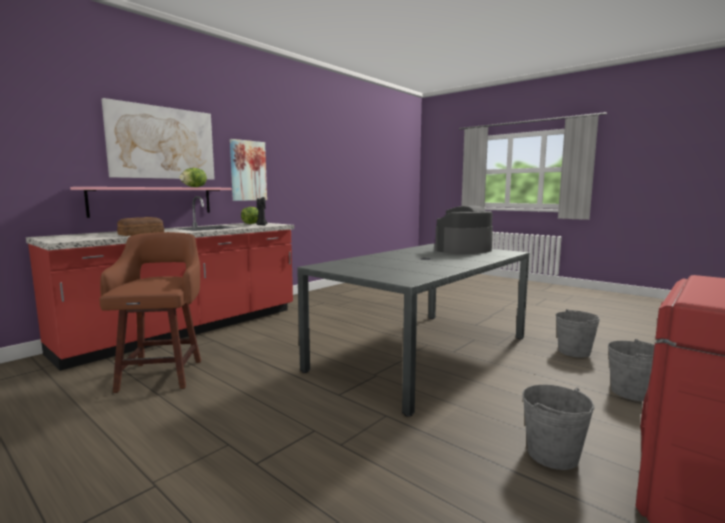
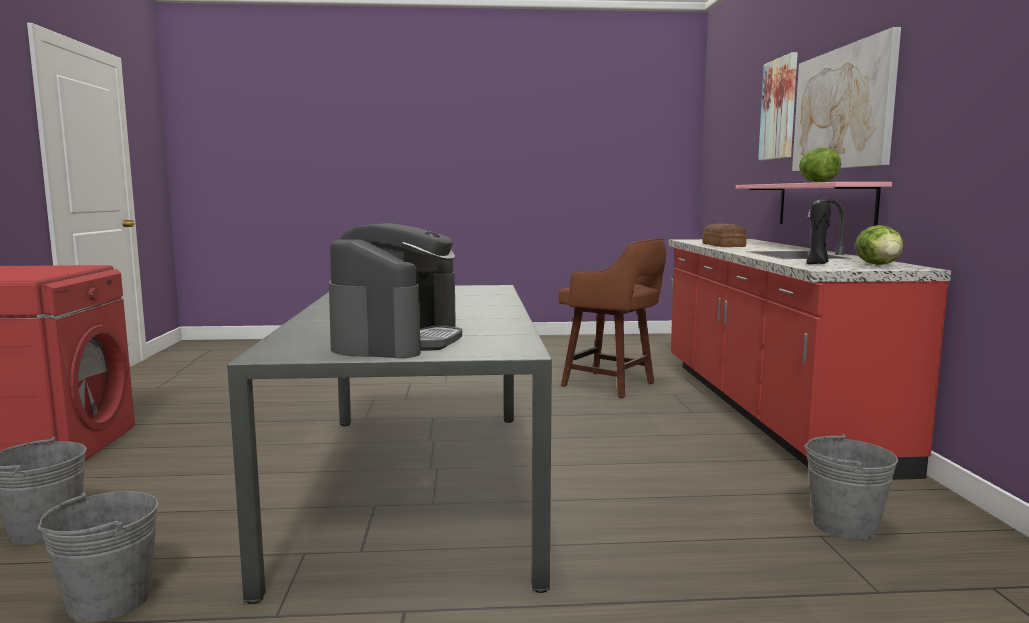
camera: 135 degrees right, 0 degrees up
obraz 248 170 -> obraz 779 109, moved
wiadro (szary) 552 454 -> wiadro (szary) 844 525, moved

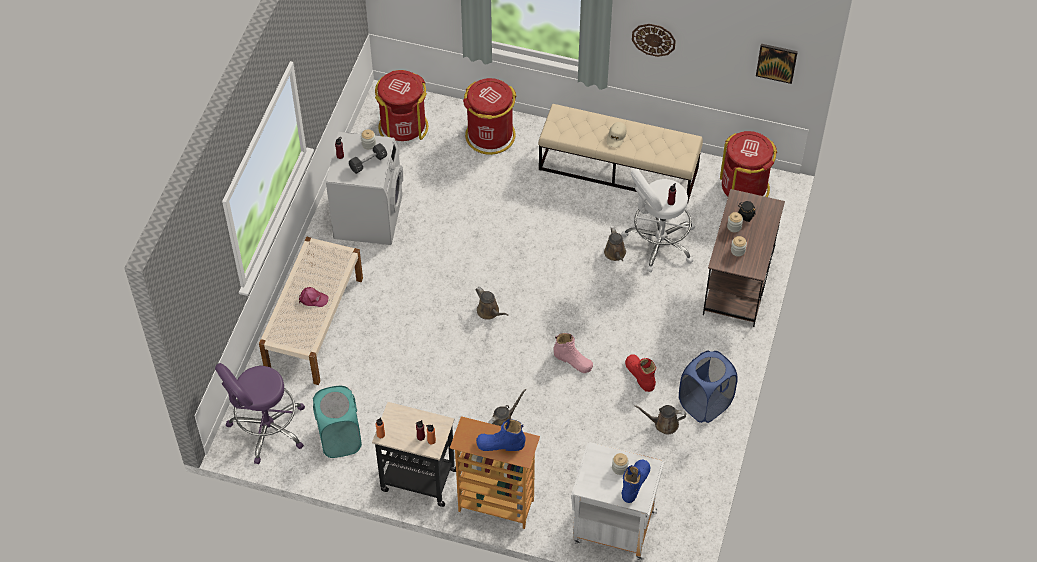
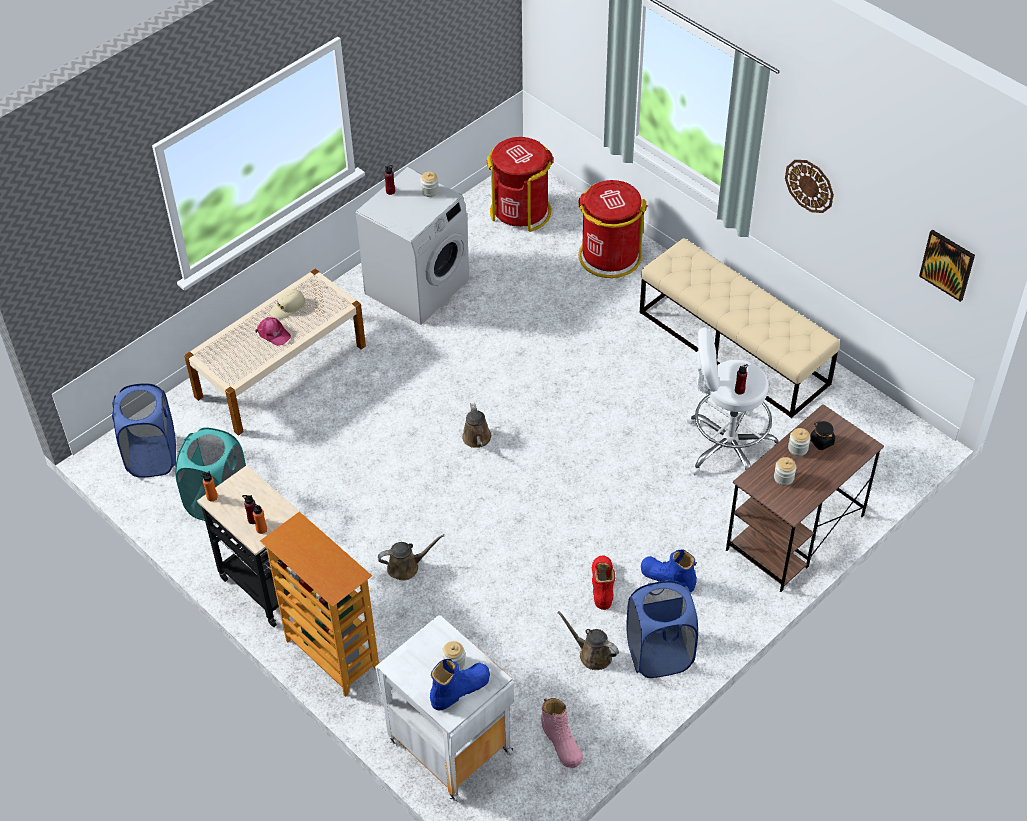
camera: 30 degrees right, 5 degrees down
stołek (fioletowy) 267 429 -> kosz na pranie (niebieski) 152 457
hantel (czarny) 368 162 -> none
but z cholewką (niebieski) 500 444 -> but z cholewką (niebieski) 667 578, moved
but z cholewką (różowy) 573 360 -> but z cholewką (różowy) 561 742, moved
konewka (brązowy) 615 254 -> none
czapka z daszkiem (beżowy) 616 137 -> czapka z daszkiem (beżowy) 287 307, moved
kosz na śmieci (czerwony) 744 188 -> none

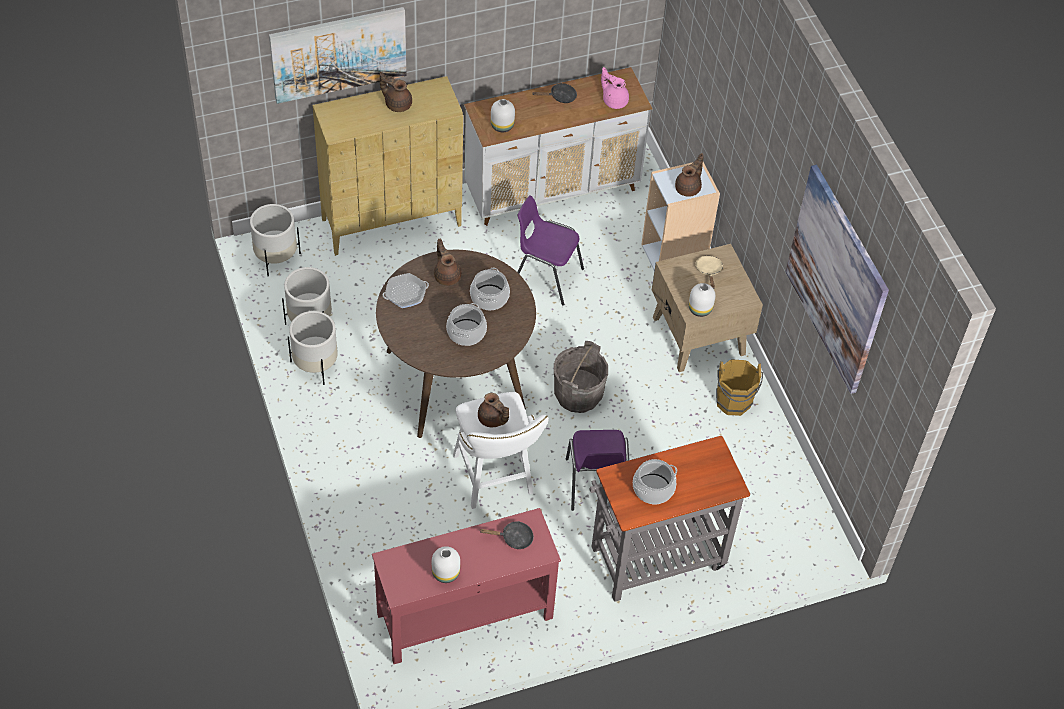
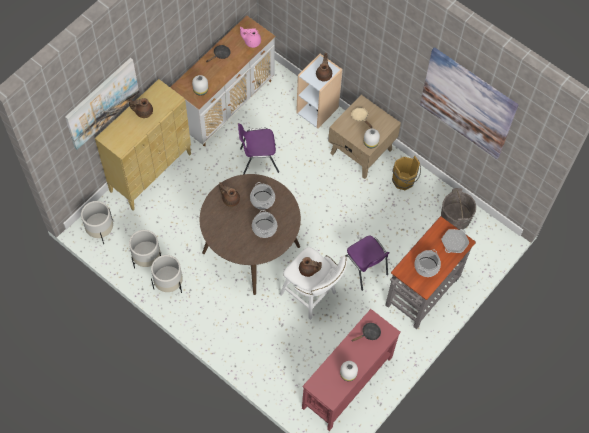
camera: 30 degrees left, 10 degrees up
patelnia 405 293 -> patelnia 454 242, moved
wiadro (szary) 578 394 -> wiadro (szary) 455 218, moved

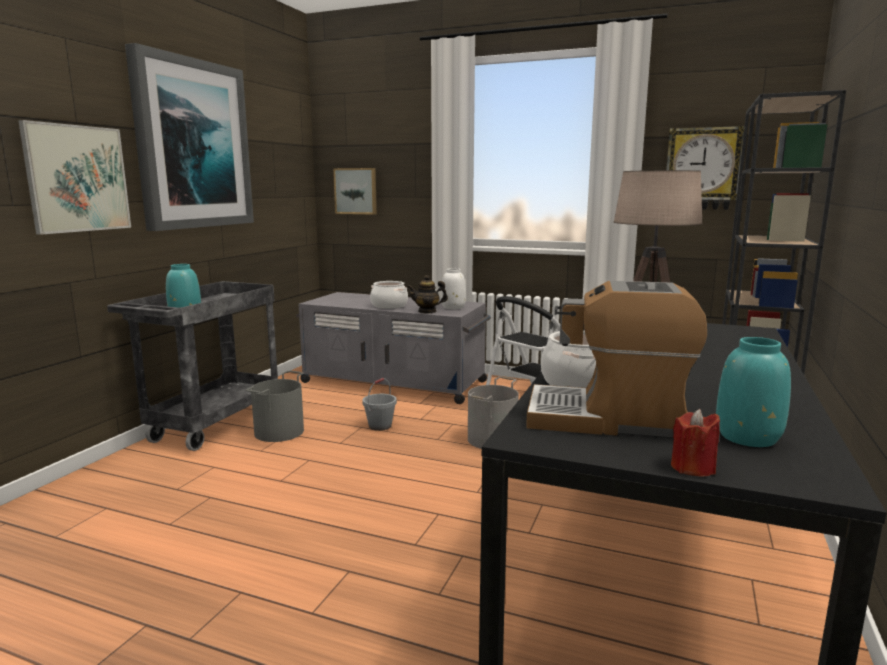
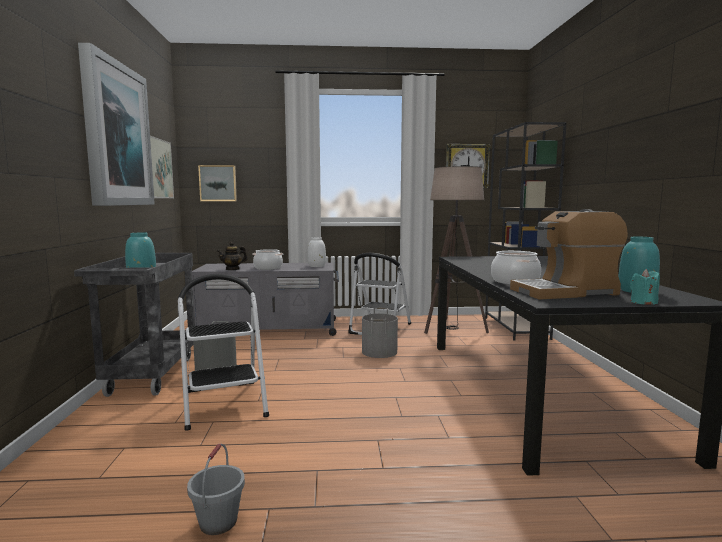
camera: 25 degrees left, 5 degrees down
obraz 78 178 -> obraz 159 169, moved
wiadro (szary) 380 426 -> wiadro (szary) 218 522, moved
imbryk 427 311 -> imbryk 232 269, moved
świeca (czerwony) 692 468 -> świeca (turkusowy) 643 302
none -> drabinka 224 402

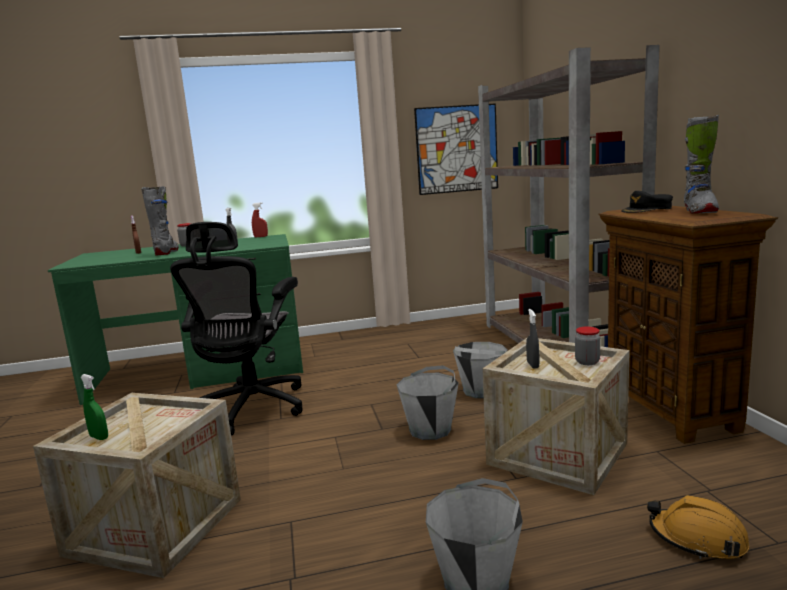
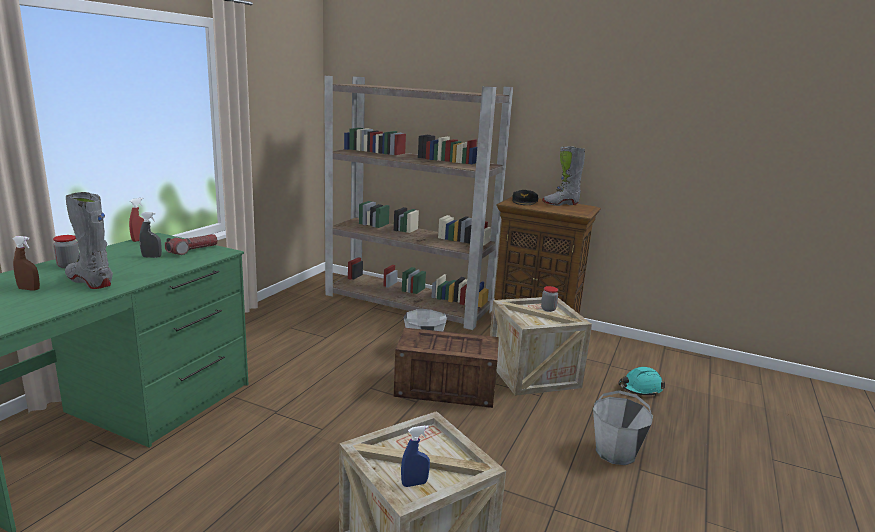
camera: 55 degrees left, 5 degrees up
spryskiwacz (zielony) 99 437 -> spryskiwacz (niebieski) 414 483
krzesło biurowe 252 408 -> none
wiadro (szary) 430 430 -> skrzynka 447 388
obraz 457 149 -> none
spryskiwacz (szary) 532 365 -> none
kask (pomarańczowy) 697 539 -> kask (turkusowy) 640 388
but z cholewką (szary) 699 212 -> but z cholewką (szary) 560 204, 105 degrees clockwise
none -> latarka 192 250

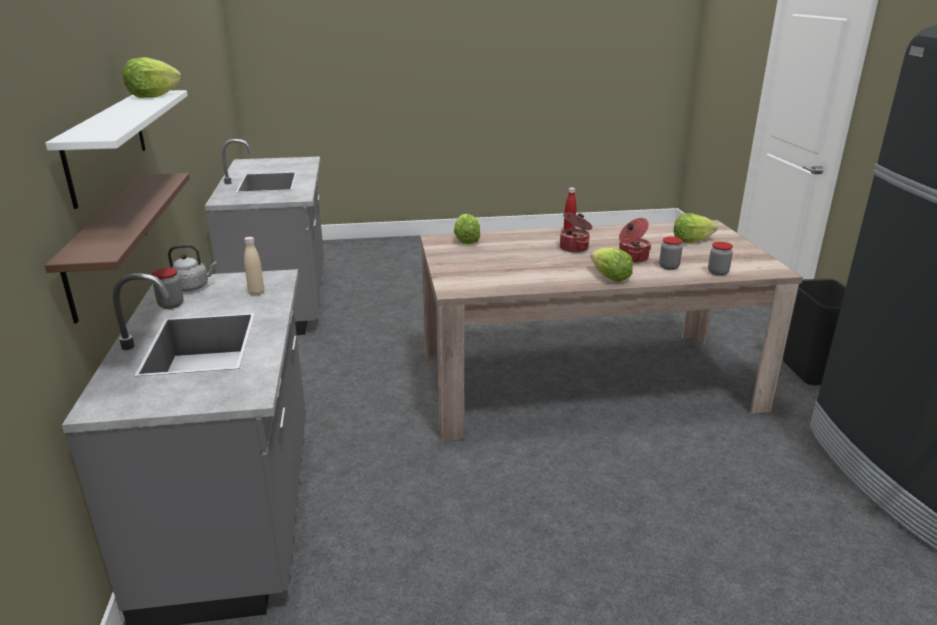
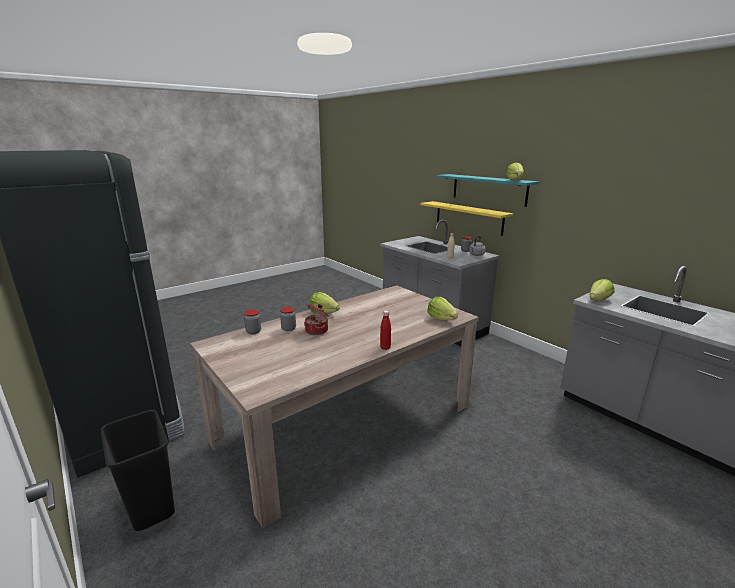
camera: 150 degrees right, 5 degrees down
półka (biały) 107 144 -> półka (turkusowy) 488 189
półka (brązowy) 107 242 -> półka (żółty) 468 217
garnek 574 248 -> none
sałata 691 240 -> sałata 598 300, moved

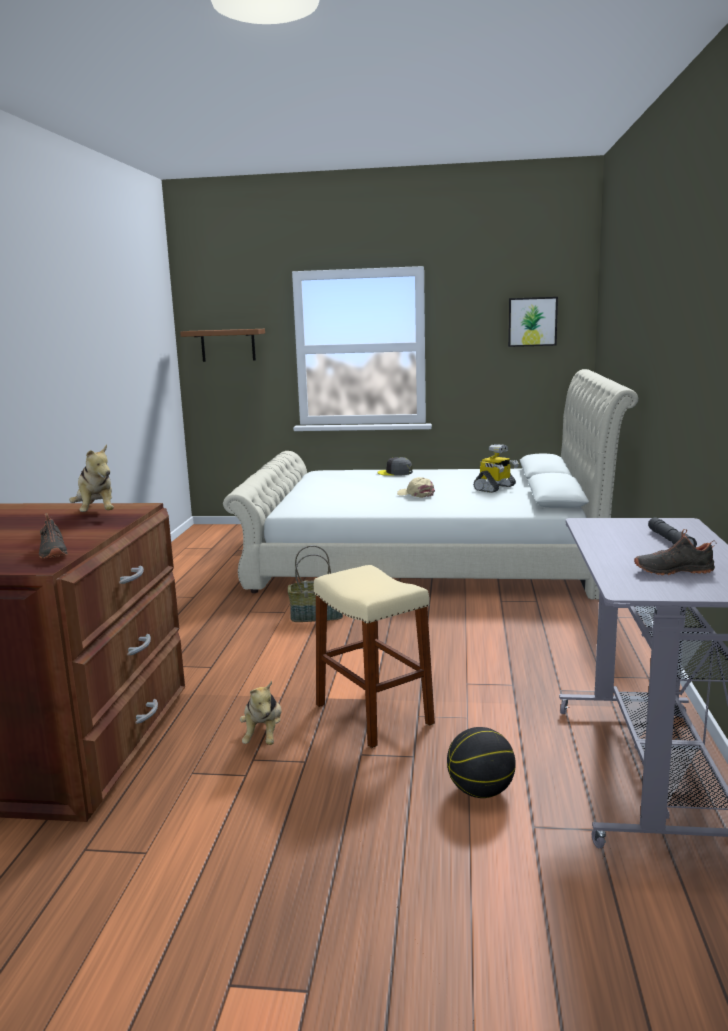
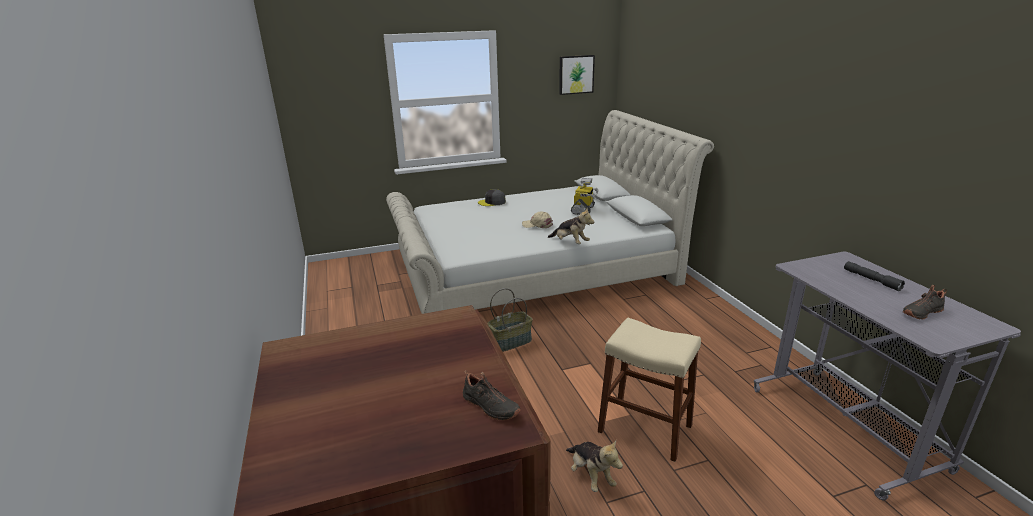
camera: 25 degrees left, 10 degrees up
pluszak 96 513 -> pluszak 570 243, moved
półka (brązowy) 228 345 -> none
piłka do koszykówki 481 792 -> none

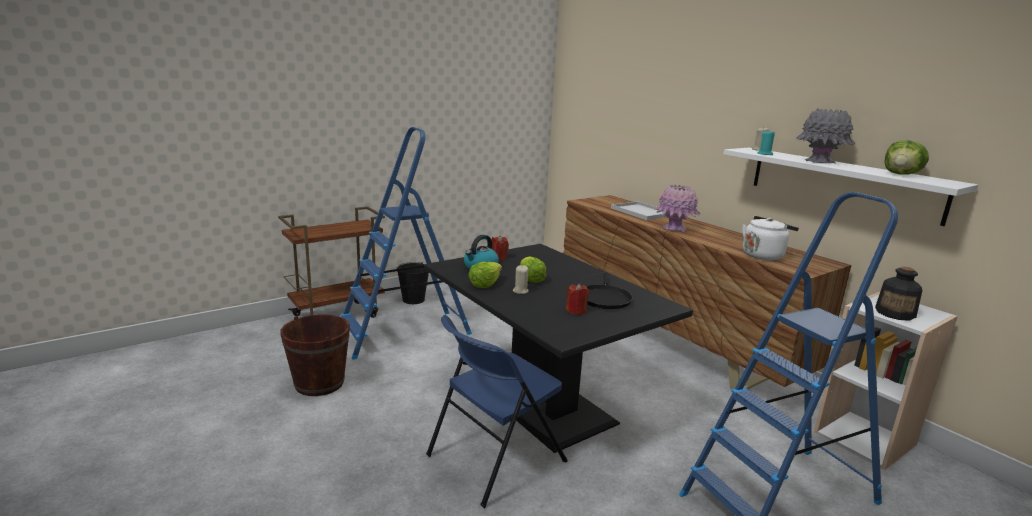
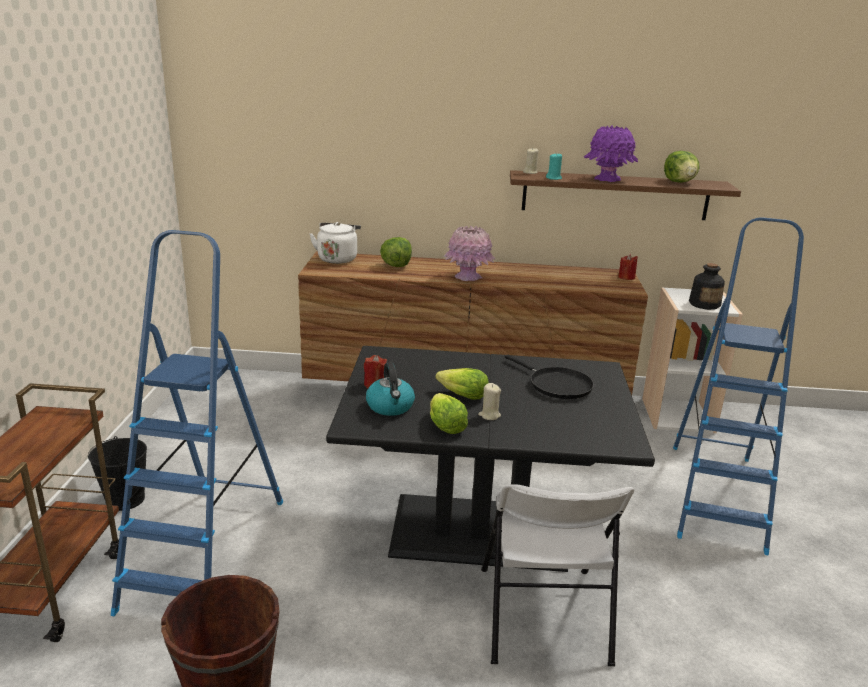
camera: 50 degrees left, 5 degrees up
krzesło (niebieski) 496 458 -> krzesło (biały) 542 614
świeca (czerwony) 576 310 -> świeca (czerwony) 626 277, moved
taca (biały) 640 211 -> sałata 396 265
półka (biały) 842 183 -> półka (brązowy) 615 195
czajnik (biały) 764 255 -> czajnik (biały) 337 259, moved
wazon (szary) 820 162 -> wazon (fioletowy) 608 179

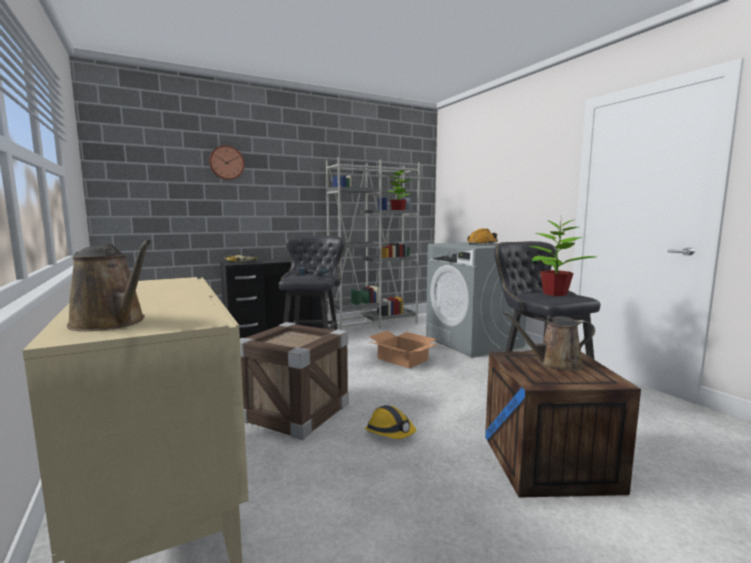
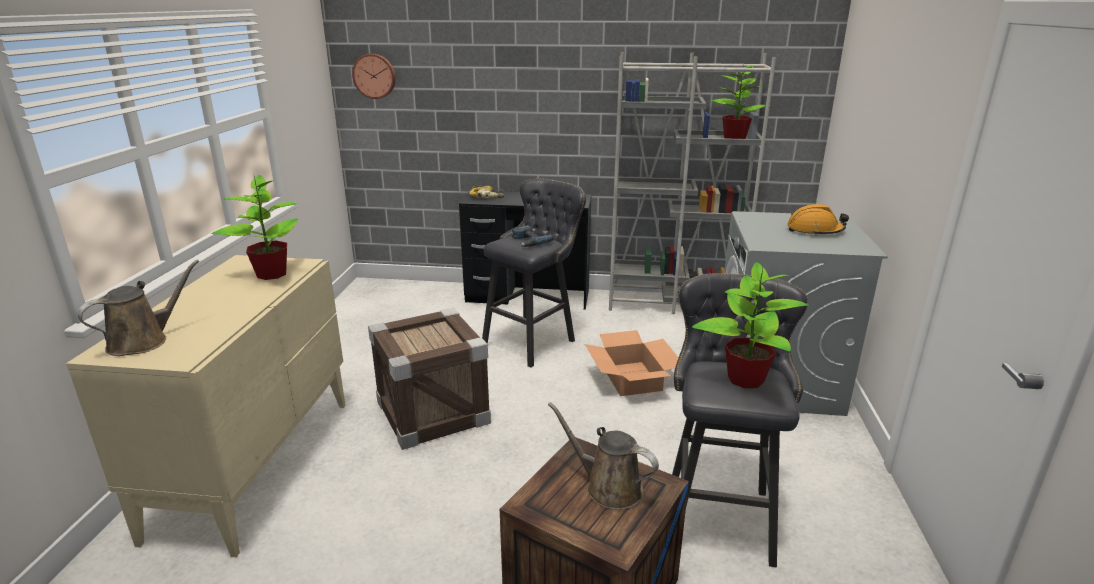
camera: 35 degrees right, 15 degrees up
konewka (brązowy) 111 323 -> konewka (brązowy) 143 341, 120 degrees counterclockwise
zegar ścienny 226 163 -> zegar ścienny 374 76, moved
kask 390 432 -> none
none -> roślina doniczkowa 271 274

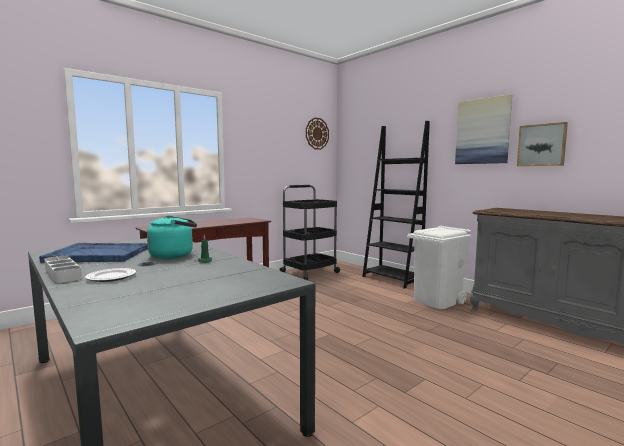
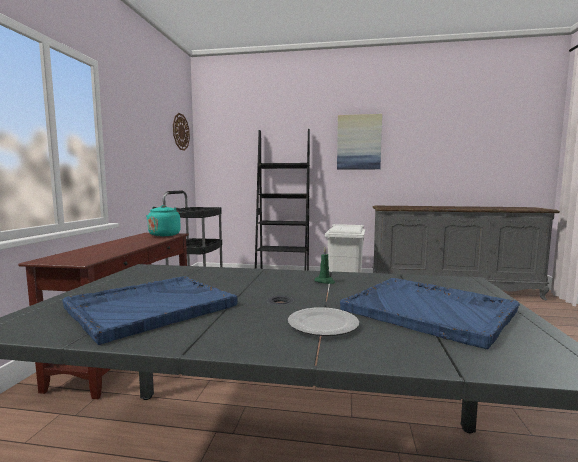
camera: 40 degrees left, 0 degrees up
taca (szary) 62 273 -> none
czajnik (turkusowy) 174 255 -> czajnik (turkusowy) 166 234, moved
obraz 542 145 -> none
none -> taca (niebieski) 429 311

